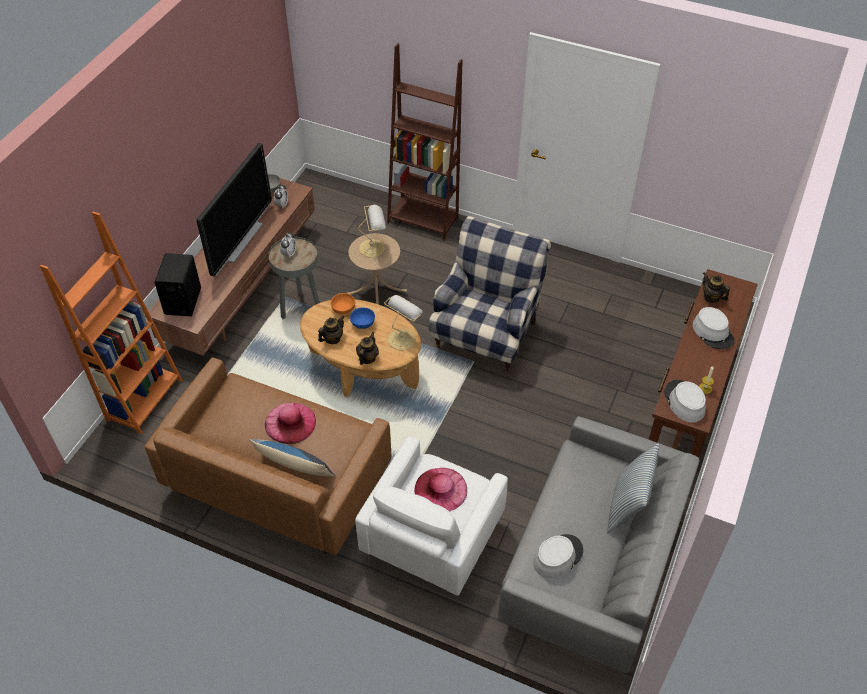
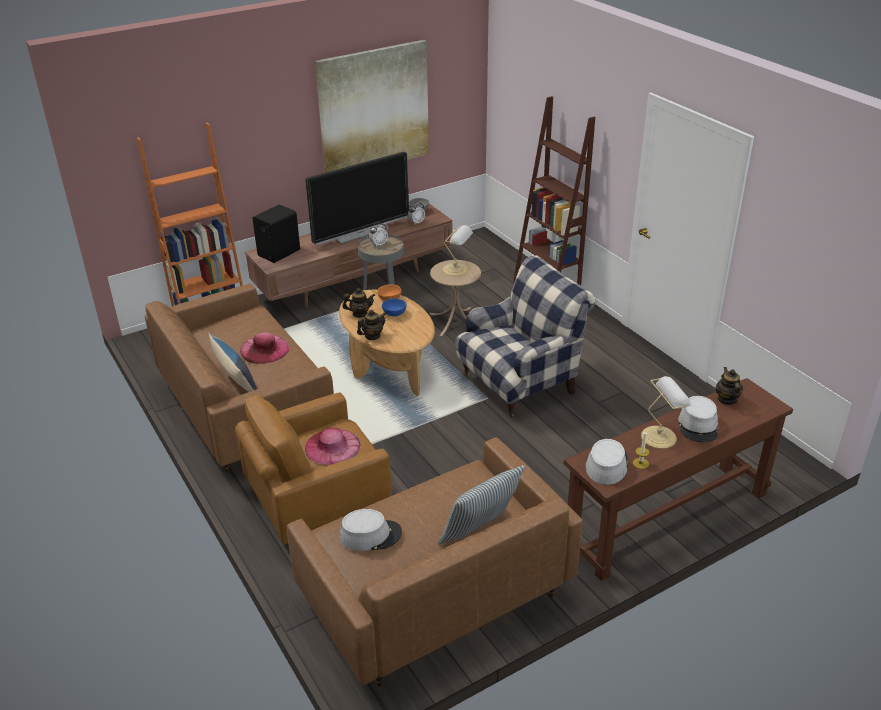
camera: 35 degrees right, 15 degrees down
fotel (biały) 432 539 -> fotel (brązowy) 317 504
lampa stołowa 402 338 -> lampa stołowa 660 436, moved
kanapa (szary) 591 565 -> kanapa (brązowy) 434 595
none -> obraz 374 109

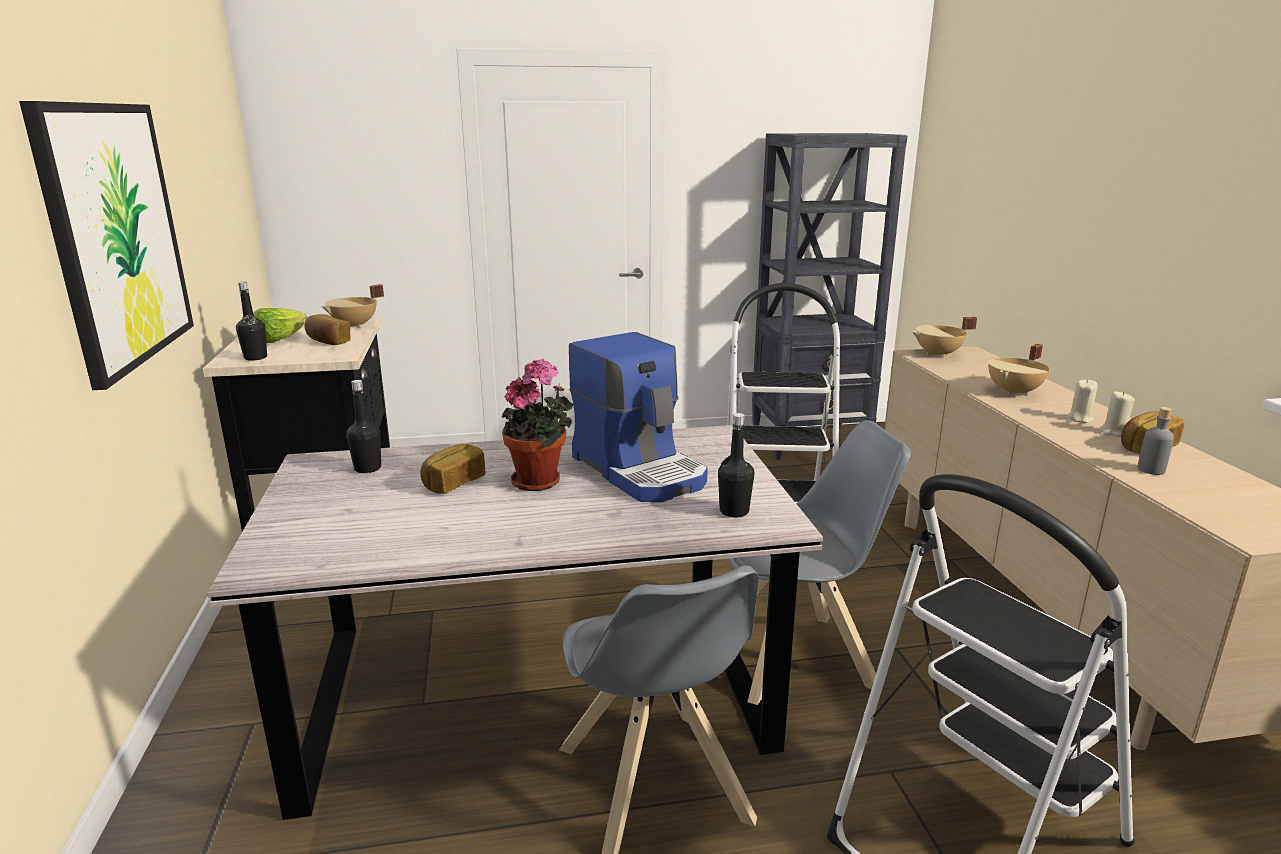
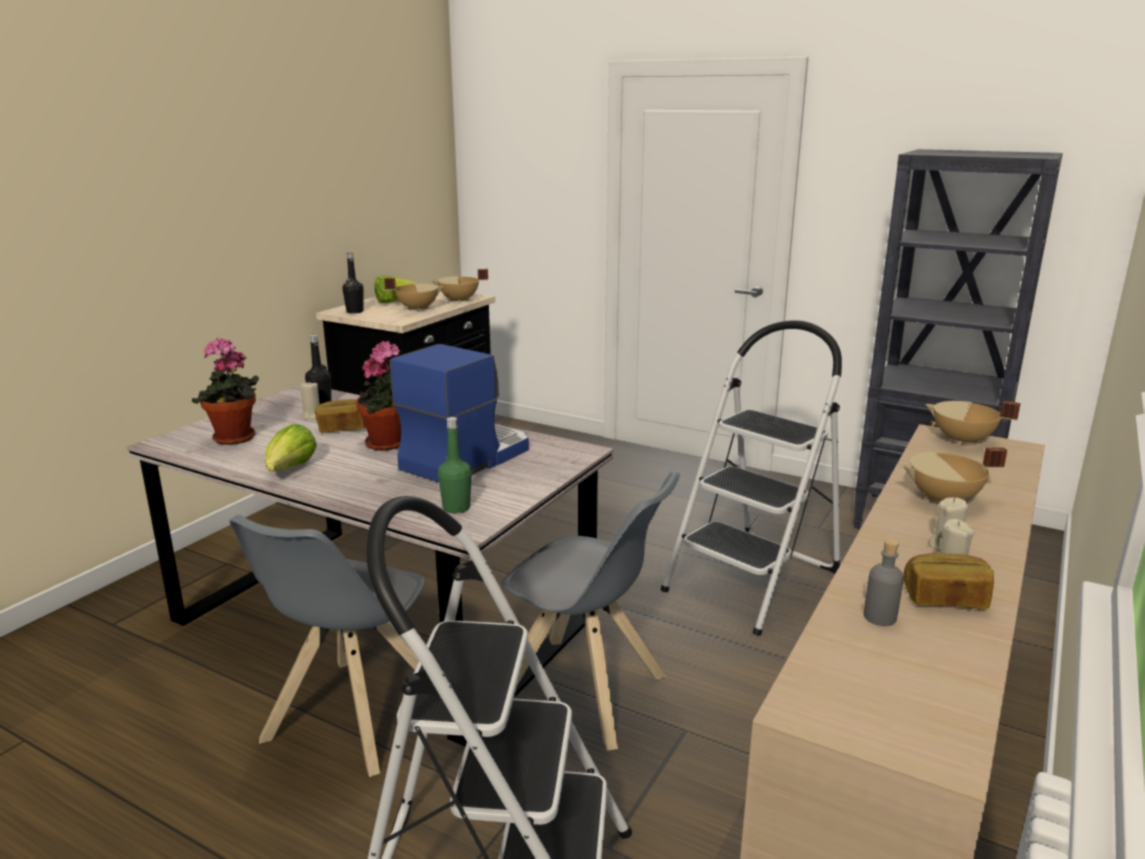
camera: 40 degrees right, 0 degrees up
obraz 116 235 -> none
chleb 328 341 -> garnek (beżowy) 417 309
ekspres do kawy 640 470 -> ekspres do kawy 465 458, 150 degrees counterclockwise
butelka (czarny) 734 511 -> butelka (zielony) 456 508
none -> roślina doniczkowa 234 439
none -> sałata 290 470
none -> świeca (beżowy) 312 416

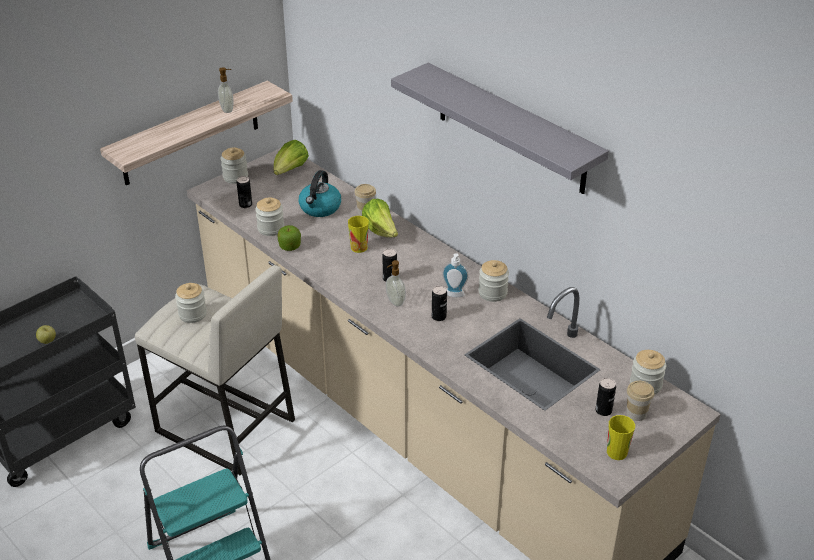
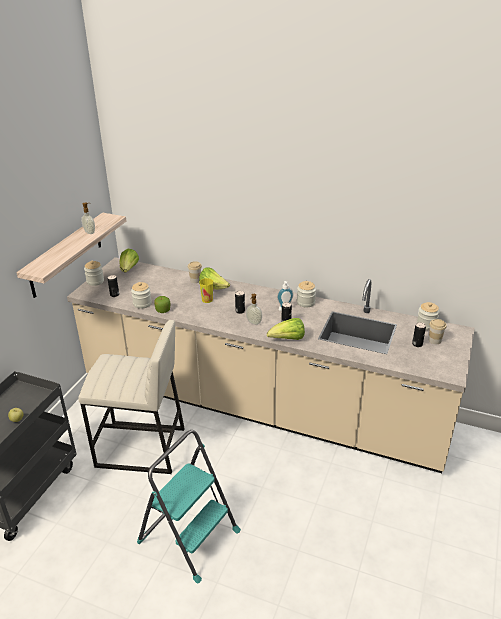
camera: 25 degrees left, 5 degrees down
słoik 192 314 -> none
czajnik 320 208 -> none
półka (szary) 511 129 -> none
filiżanka 617 452 -> none
none -> sałata 288 339

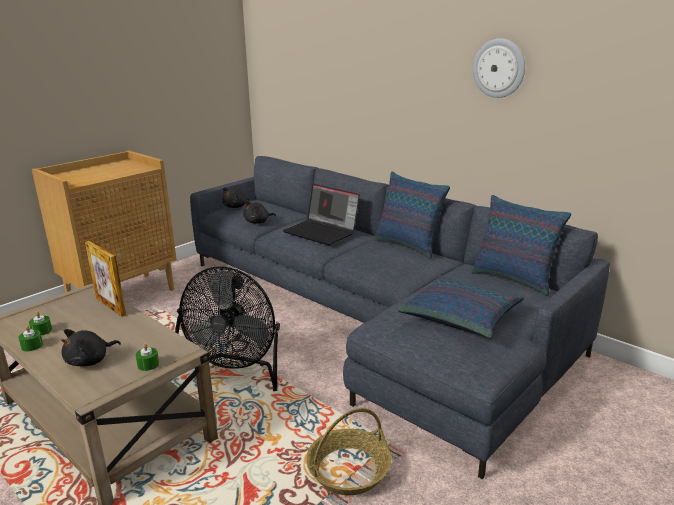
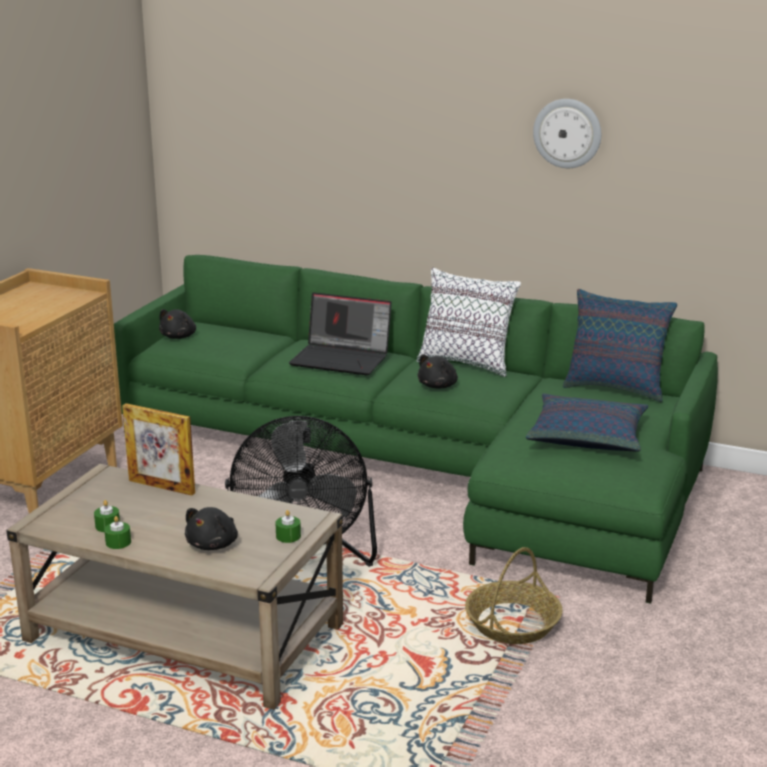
camera: 20 degrees left, 0 degrees up
kanapa (szary) 372 318 -> kanapa (zielony) 426 467
pluszak (czarny) 258 222 -> pluszak (czarny) 439 386, moved
poduszka (niebieski) 408 246 -> poduszka (biały) 466 364

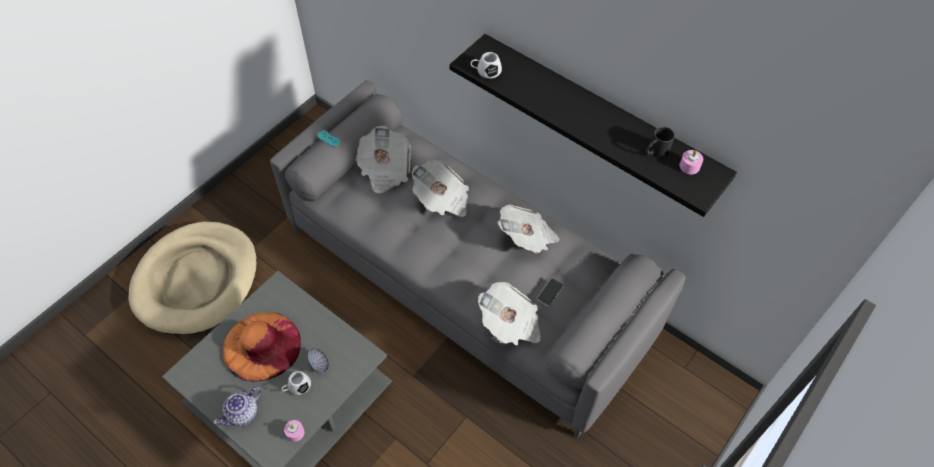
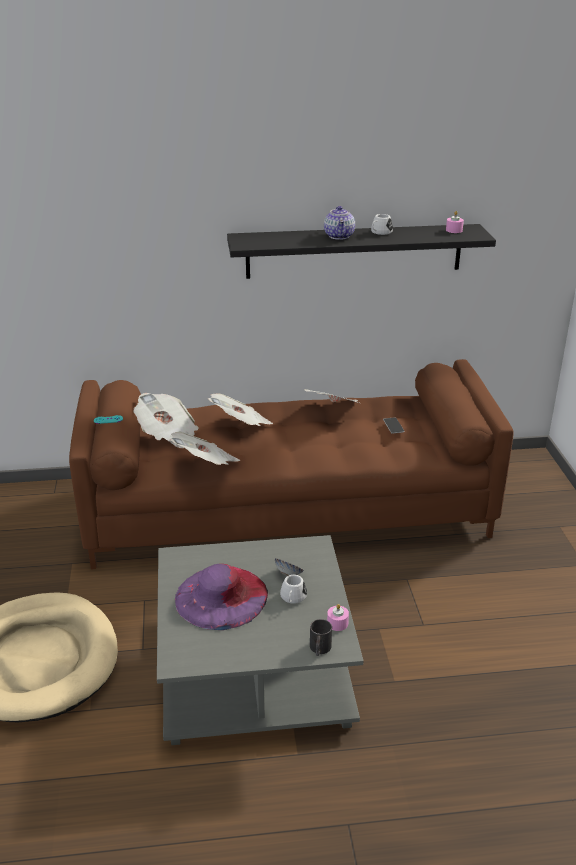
camera: 45 degrees left, 25 degrees down
imbryk 243 413 -> imbryk 339 236, moved
kapelusz (pomarańczowy) 261 346 -> kapelusz (fioletowy) 221 596
kanapa (szary) 467 281 -> kanapa (brązowy) 288 509
kubek (biały) 485 71 -> kubek (biały) 380 232, moved
gazeta 510 324 -> gazeta 206 464, moved
kubek (czarny) 656 151 -> kubek (czarny) 319 649, moved

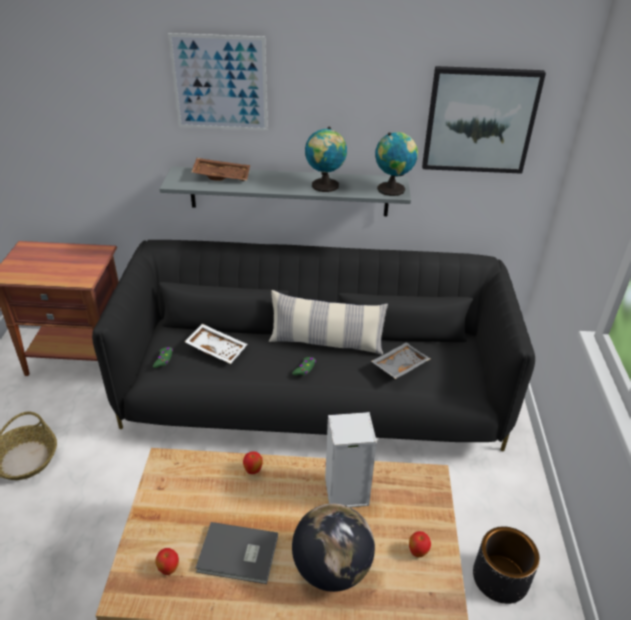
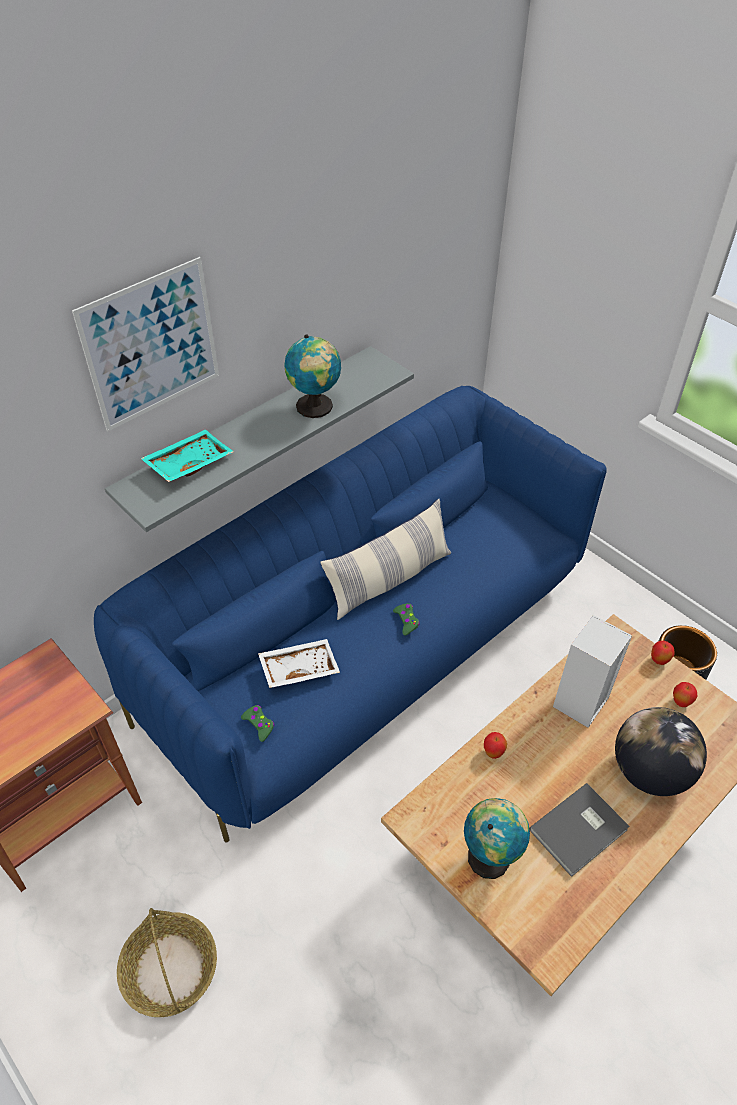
camera: 45 degrees left, 10 degrees up
kanapa (czarny) 313 397 -> kanapa (niebieski) 368 645
jabłko 169 569 -> jabłko 658 660, moved
taca (brązowy) 222 176 -> taca (turkusowy) 188 463
taca (szary) 399 365 -> none
globus 393 189 -> globus 490 856, moved
obraz 479 120 -> none

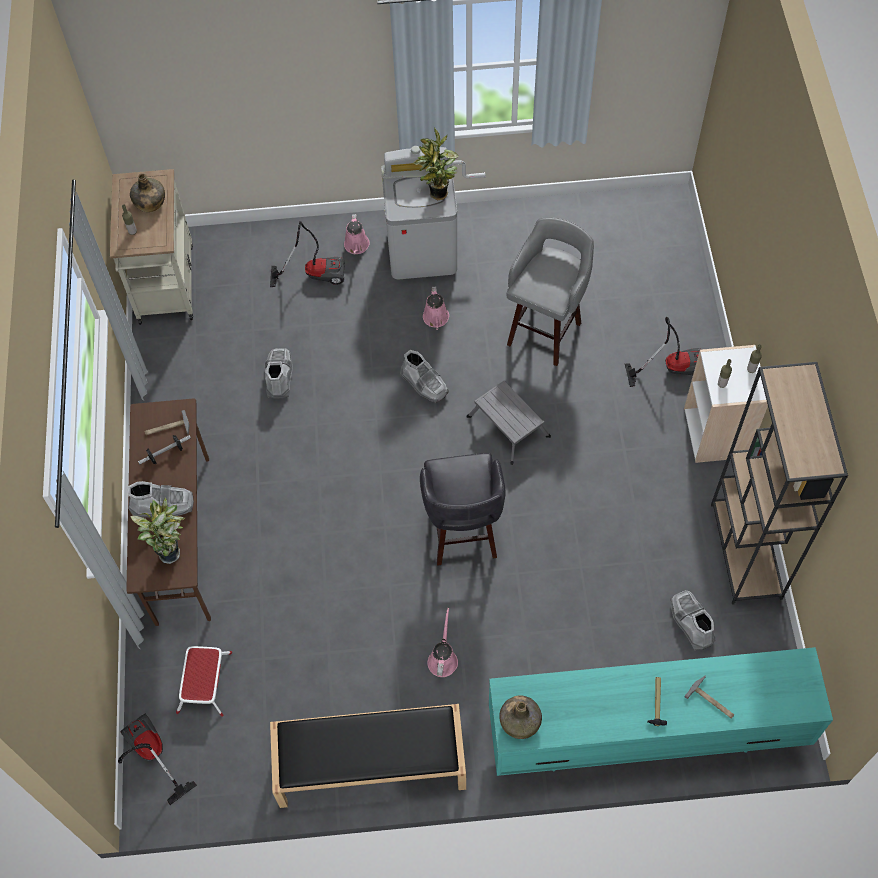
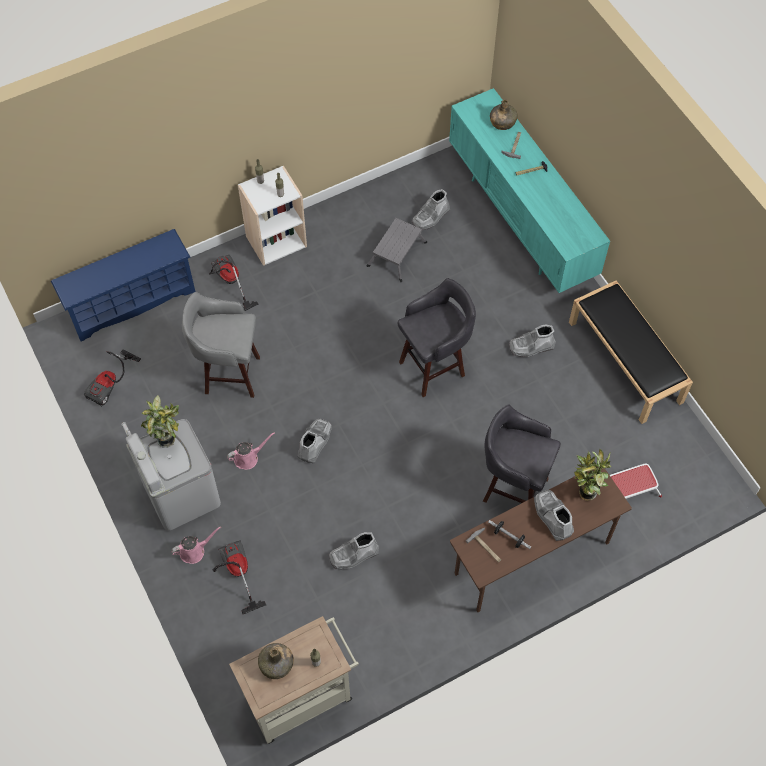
camera: 115 degrees left, 0 degrees up
odkurzacz 151 755 -> odkurzacz 111 384, moved
konewka (różowy) 443 659 -> but z cholewką (szary) 531 347
drabinka (szary) 508 426 -> drabinka (szary) 397 253, moved
butelka (zielony) 520 721 -> butelka (zielony) 502 122, moved
regał 746 551 -> none
none -> regał na buty (niebieski) 131 302
none -> stołek (szary) 512 488

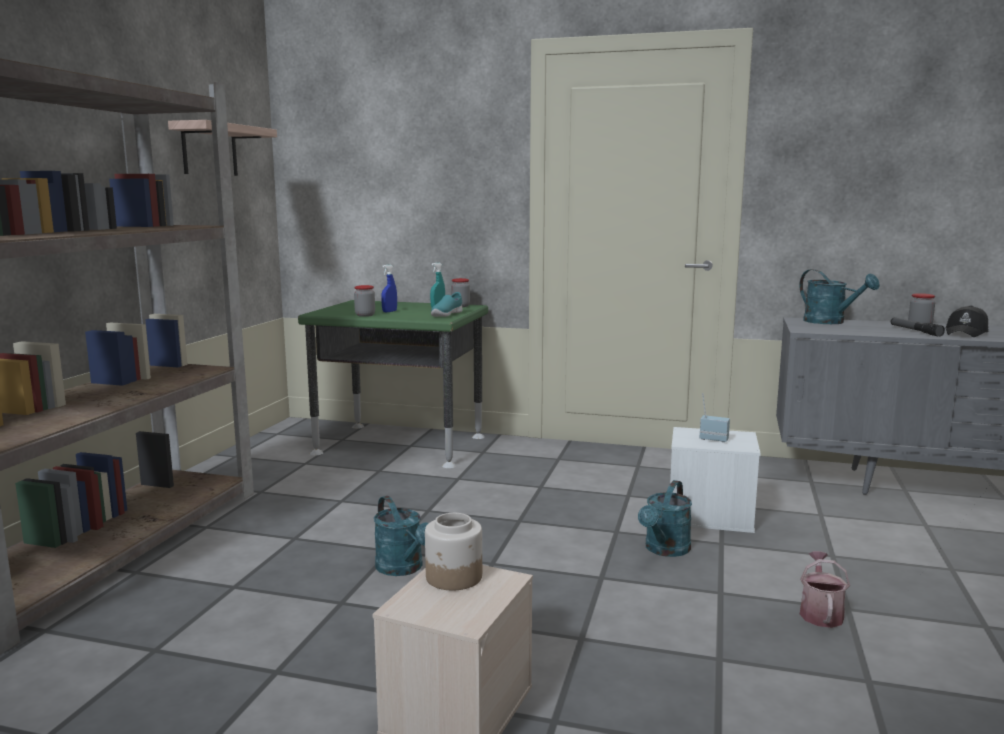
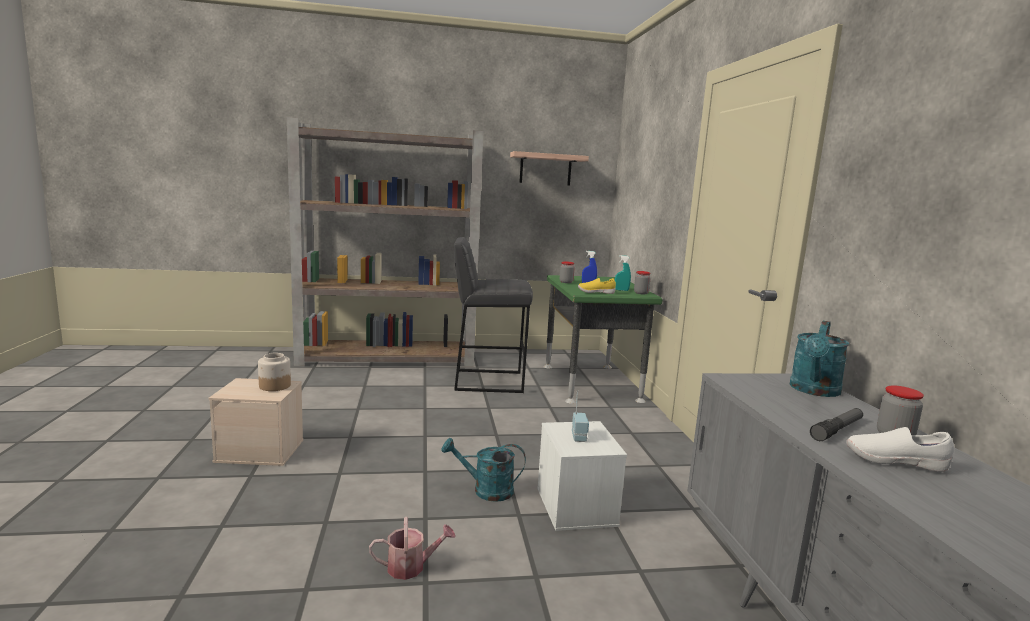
camera: 65 degrees right, 0 degrees up
konewka (turkusowy) 403 568 -> none
but (turkusowy) 446 315 -> but (żółty) 596 293
czapka z daszkiem (czarny) 967 333 -> but (biały) 894 462
none -> stołek (szary) 487 381

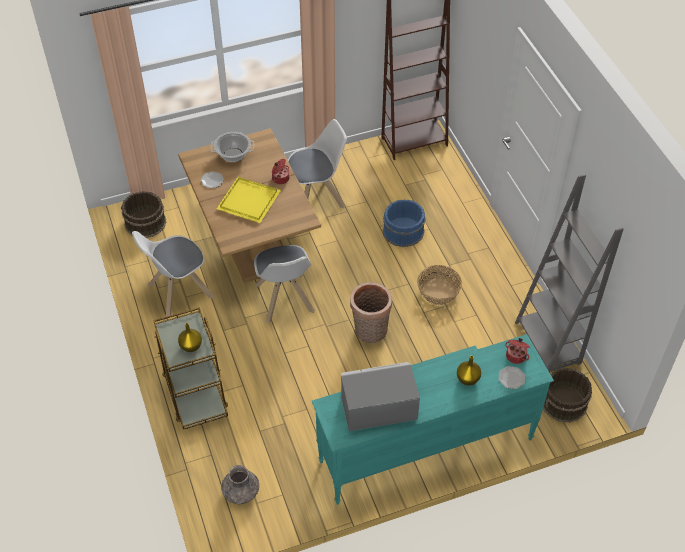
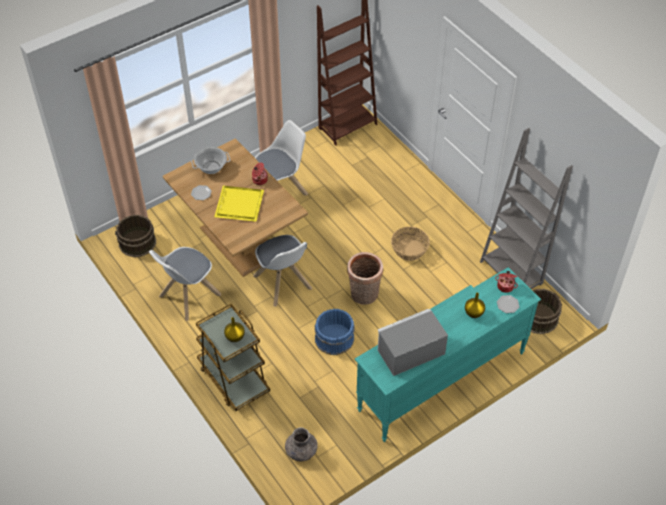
camera: 15 degrees left, 0 degrees up
wiadro (niebieski) 403 231 -> wiadro (niebieski) 334 338, moved

